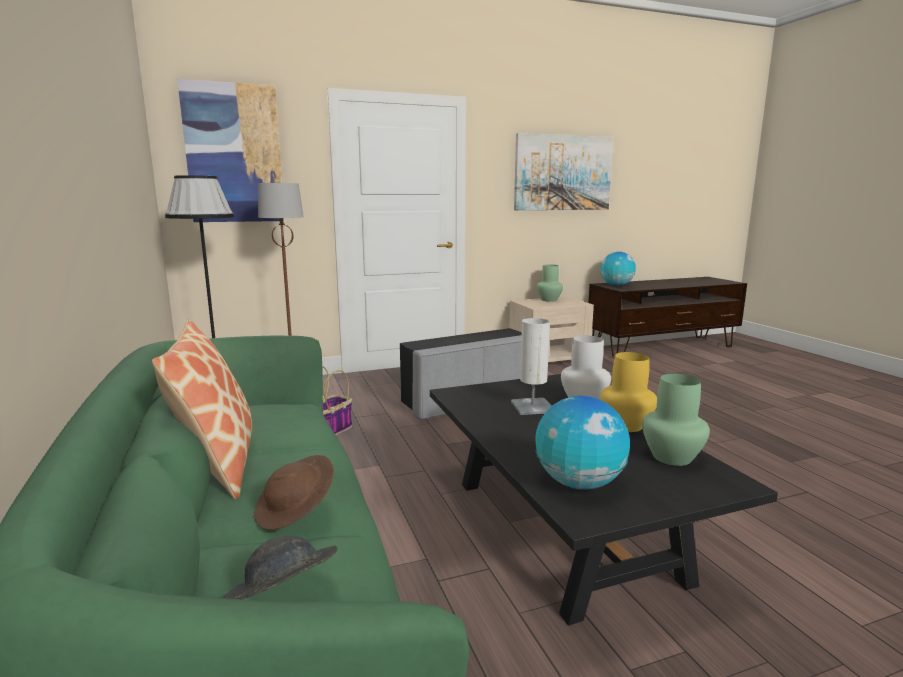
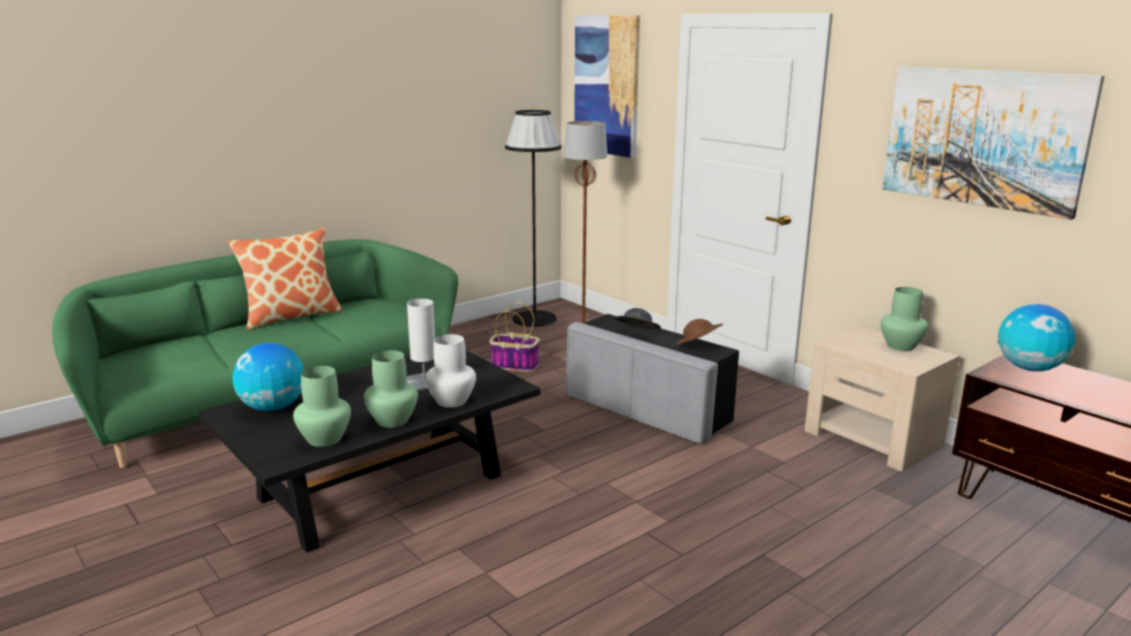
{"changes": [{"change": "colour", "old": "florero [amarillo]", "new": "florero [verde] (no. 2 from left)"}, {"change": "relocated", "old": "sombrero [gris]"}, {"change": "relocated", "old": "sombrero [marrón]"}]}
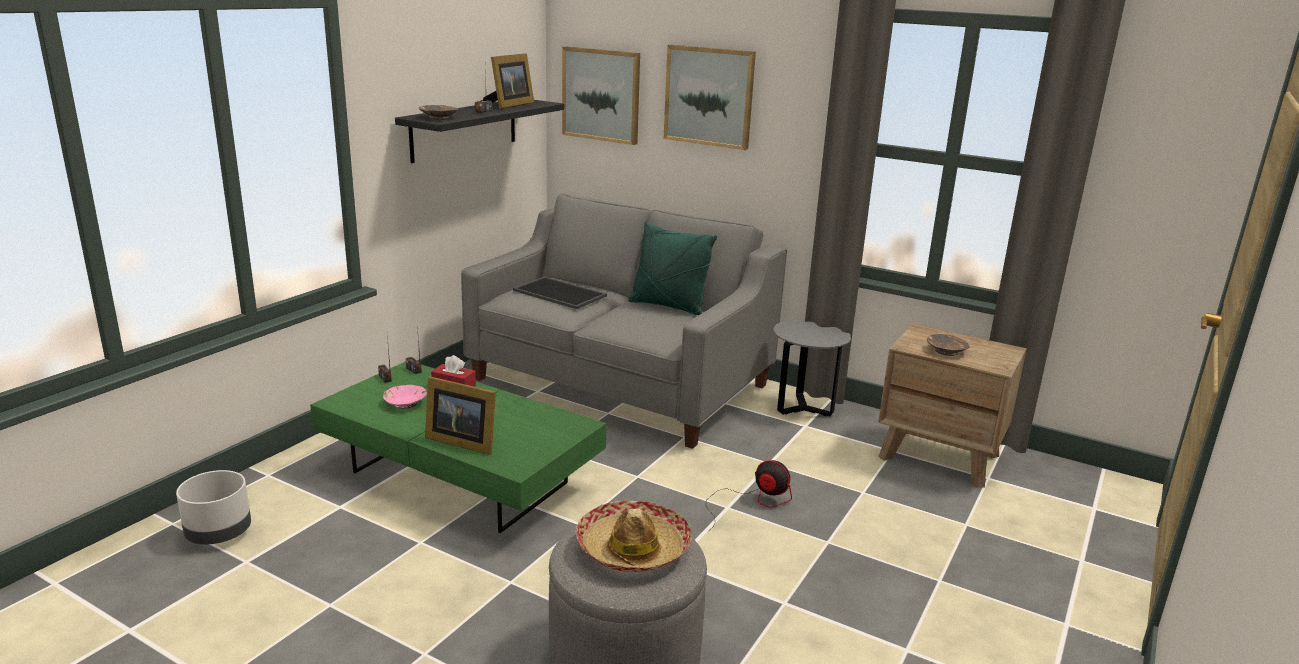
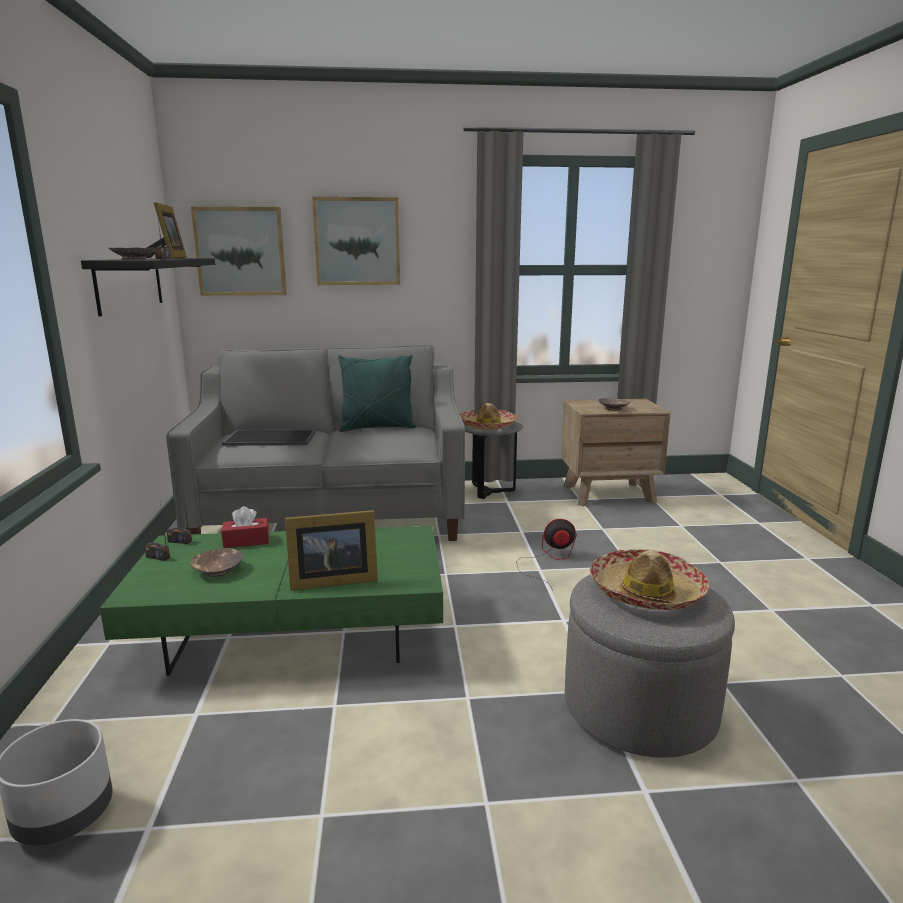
{"changes": [{"change": "colour", "old": "cuenco [rosa]", "new": "cuenco [marrón] (no. 2 from left)"}, {"change": "appeared", "new": "sombrero (no. 1 from left)"}]}
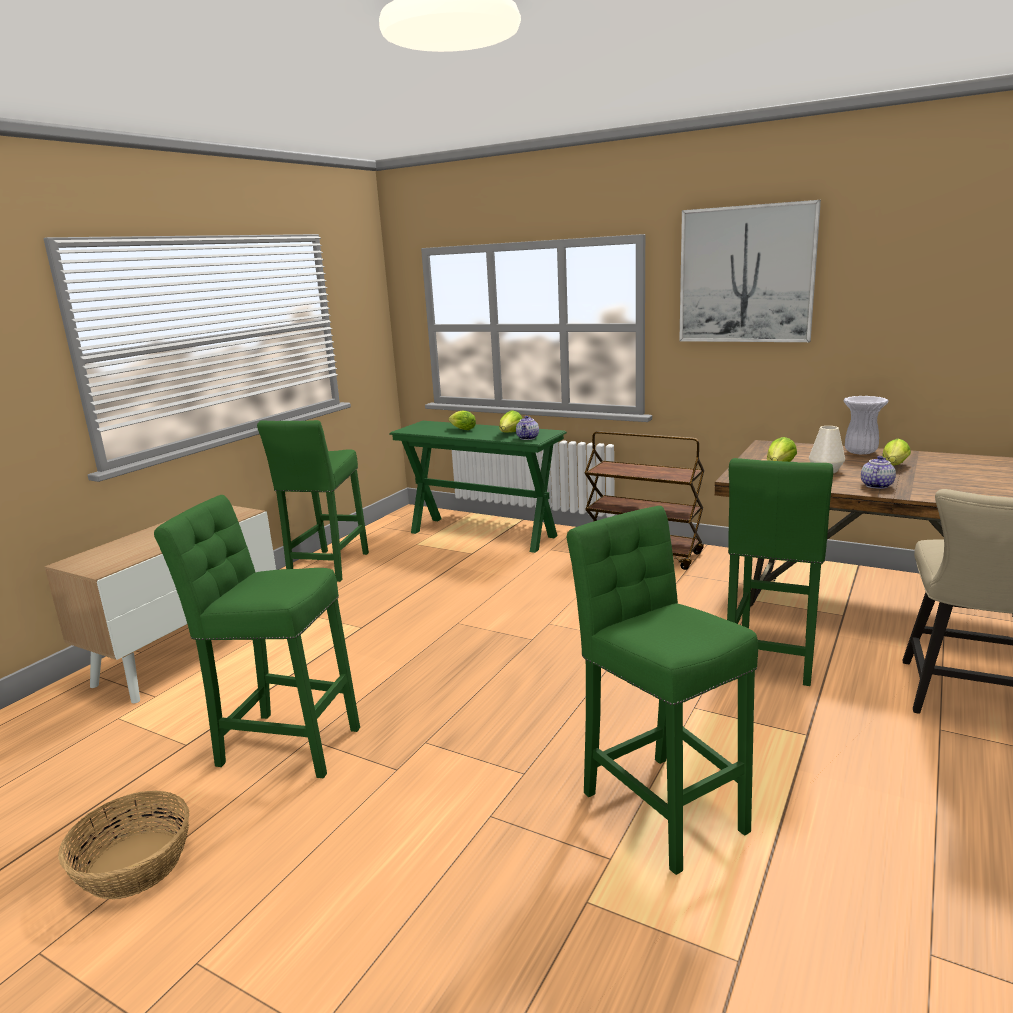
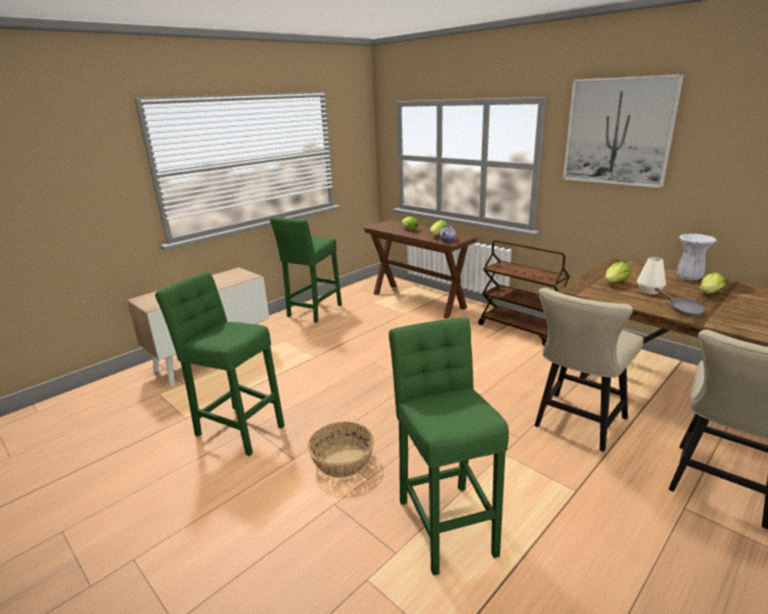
{"changes": [{"change": "relocated", "old": "cesta"}, {"change": "colour", "old": "mesa consola [verde]", "new": "mesa consola [marrón]"}, {"change": "exchanged", "old": "taburete [verde] (no. 4 from left)", "new": "silla [beis] (no. 1 from left)"}, {"change": "exchanged", "old": "tetera (no. 2 from left)", "new": "sartén [gris]"}]}
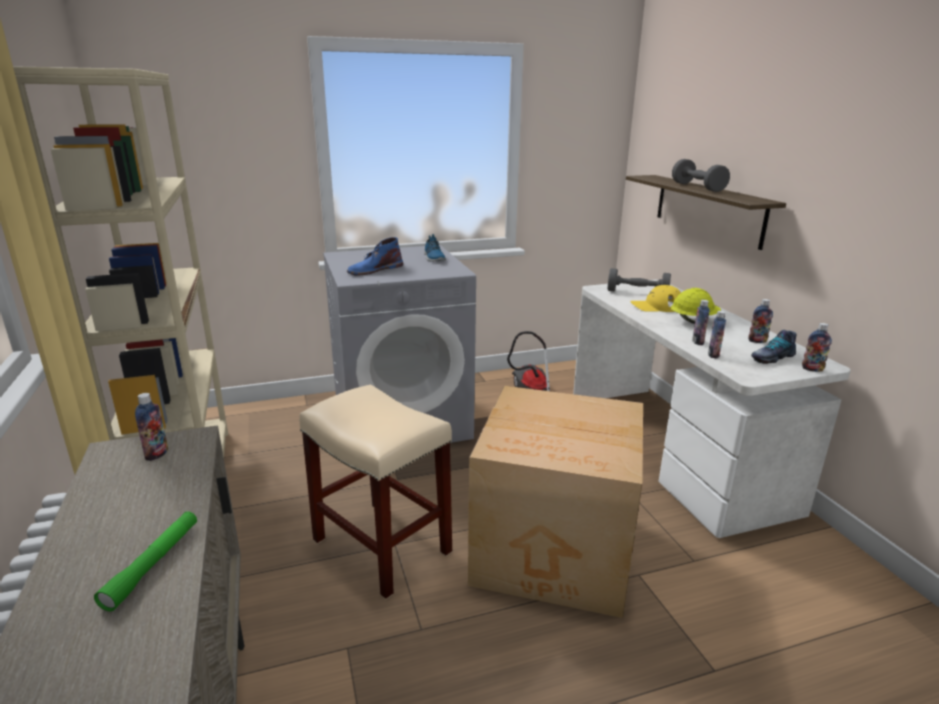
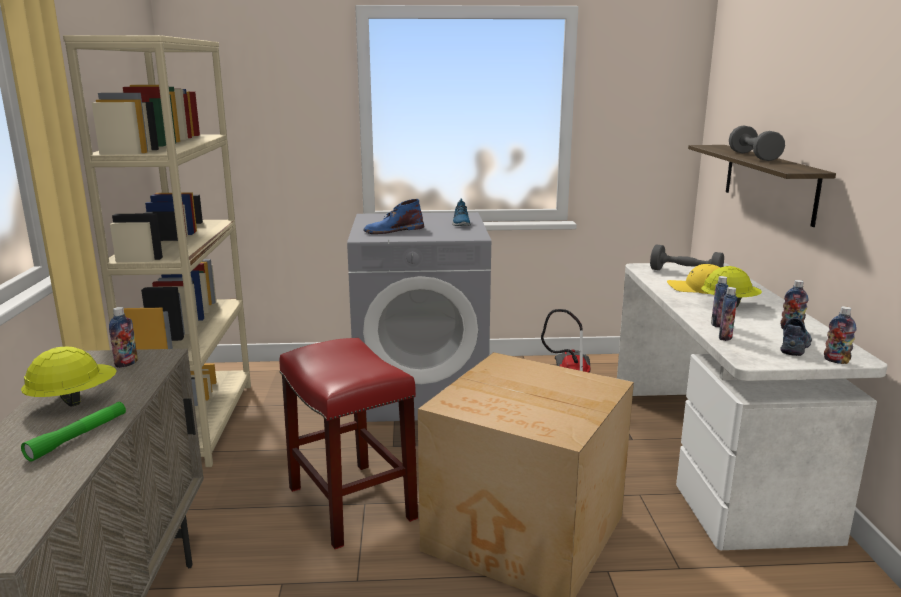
{"changes": [{"change": "appeared", "new": "casco [amarillo] (no. 1 from left)"}, {"change": "colour", "old": "taburete [beis]", "new": "taburete [rojo]"}, {"change": "spun", "old": "zapato (no. 2 from left)", "degrees": 135}]}
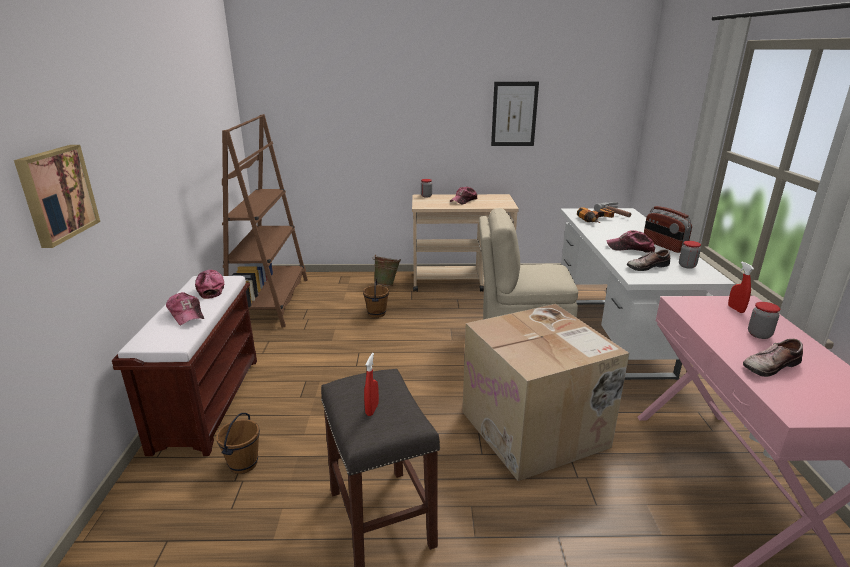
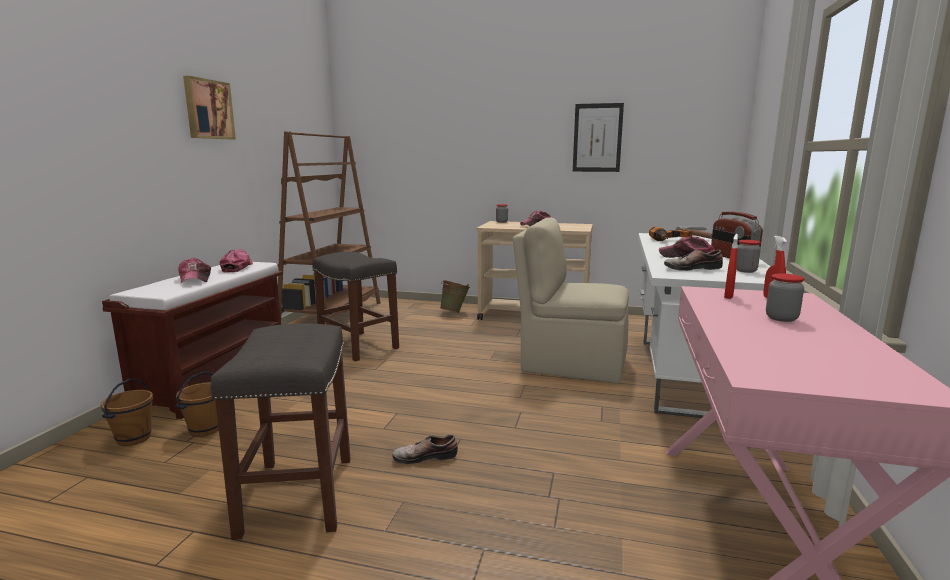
{"changes": [{"change": "relocated", "old": "cubo [marrón] (no. 2 from left in the first image)", "new": "cubo [marrón] (no. 1 from left)"}, {"change": "relocated", "old": "cuadro (no. 1 from left)"}, {"change": "appeared", "new": "taburete [gris] (no. 2 from left)"}, {"change": "relocated", "old": "zapato (no. 2 from left in the first image)", "new": "zapato (no. 1 from left)"}, {"change": "relocated", "old": "pulverizador [rojo] (no. 1 from left)"}, {"change": "missing", "old": "caja de cartón"}]}
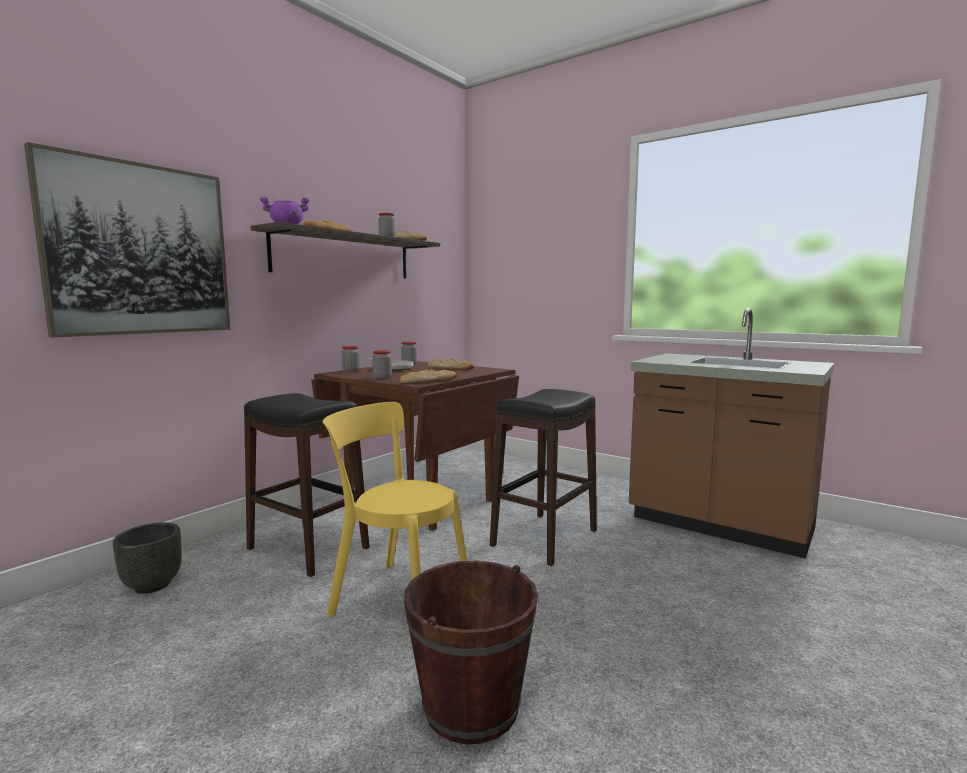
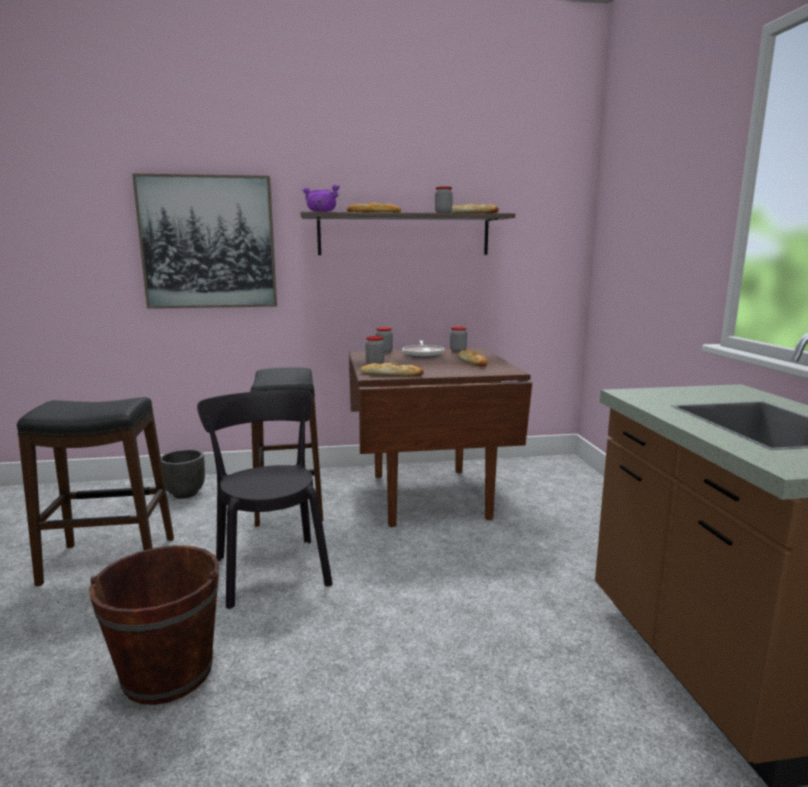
{"changes": [{"change": "relocated", "old": "taburete [negro] (no. 2 from left in the first image)", "new": "taburete [negro] (no. 1 from left)"}, {"change": "colour", "old": "silla [amarillo]", "new": "silla [negro]"}]}
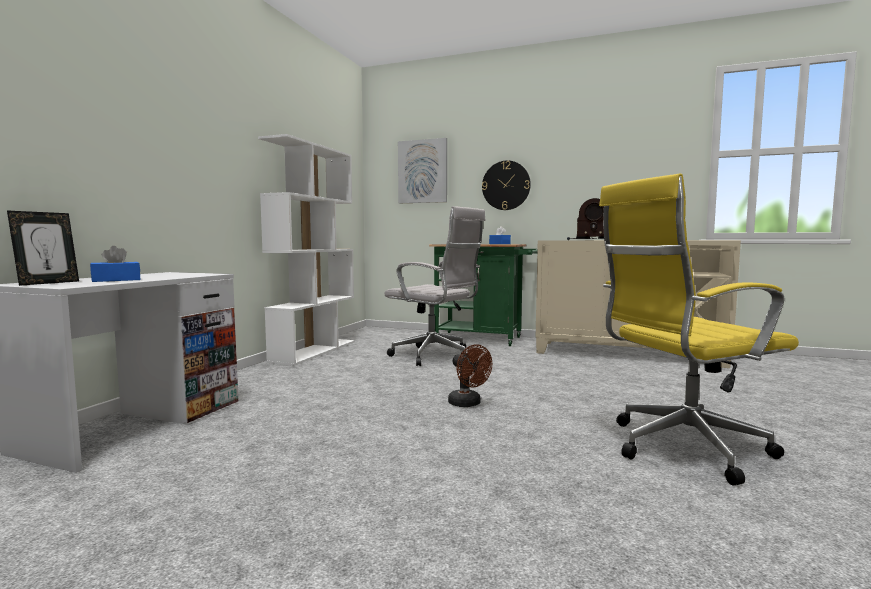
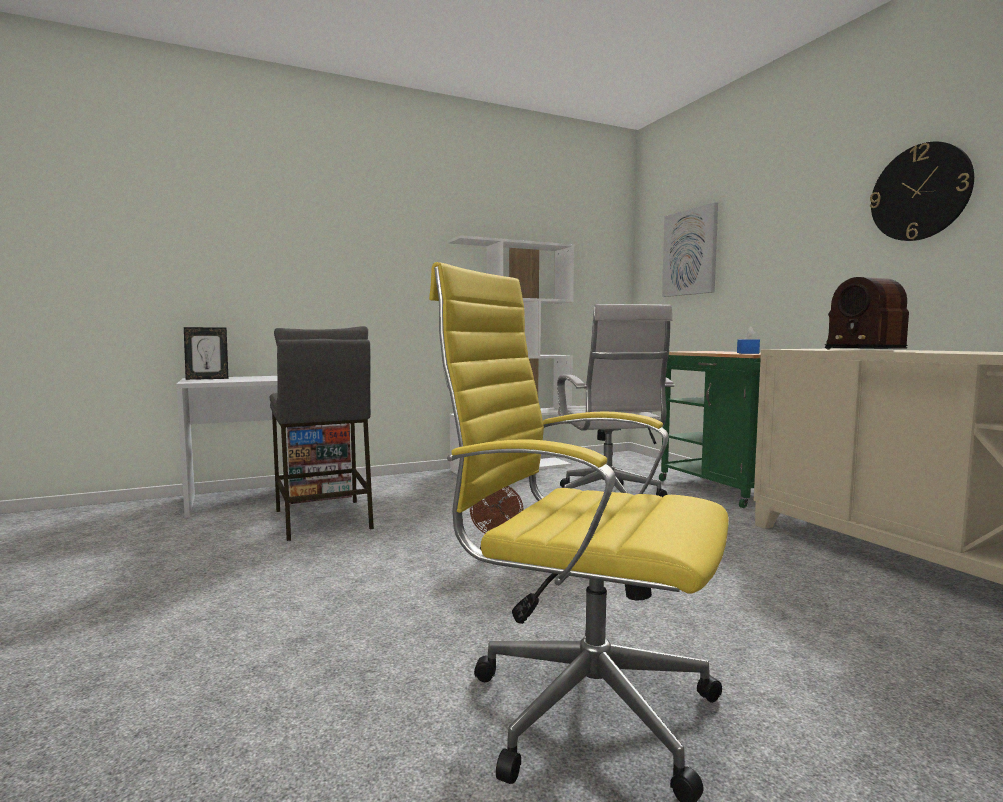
{"changes": [{"change": "appeared", "new": "taburete [gris]"}, {"change": "relocated", "old": "reloj de pared"}, {"change": "missing", "old": "caja de pañuelos [azul] (no. 1 from left)"}]}
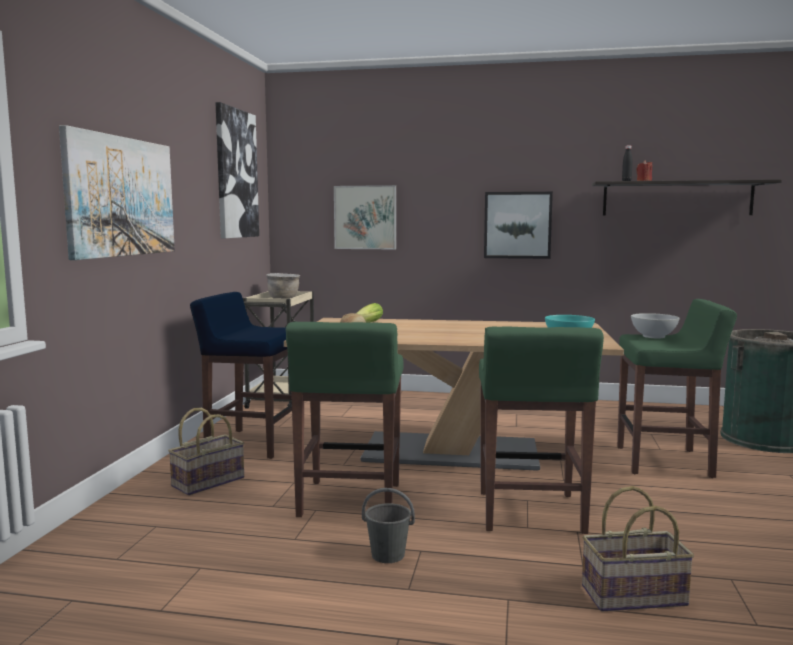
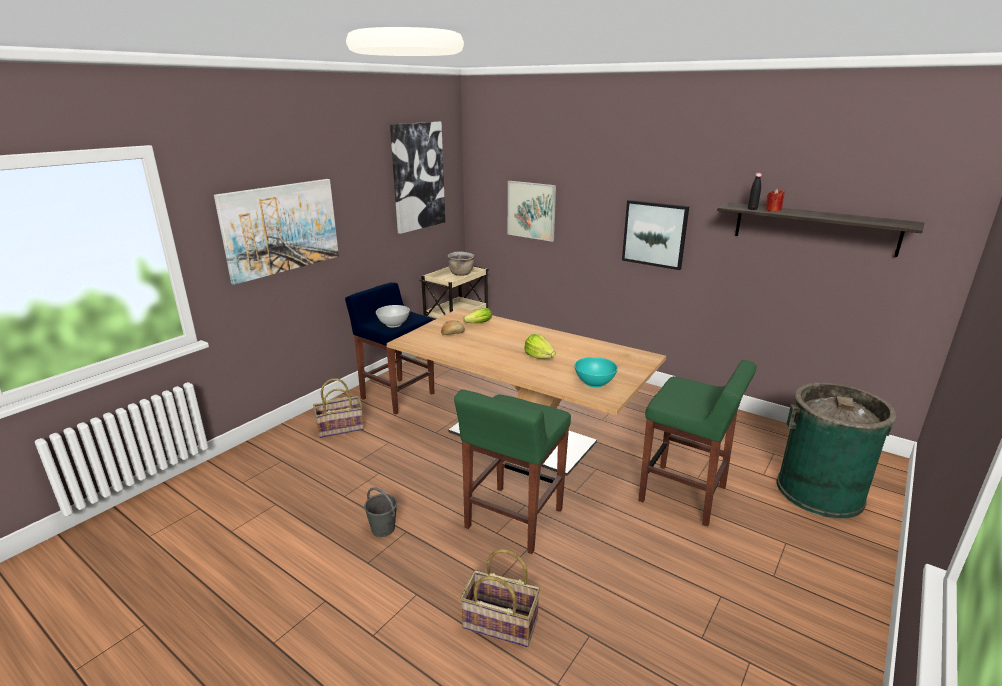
{"changes": [{"change": "relocated", "old": "cuenco [blanco]"}, {"change": "appeared", "new": "lechuga (no. 2 from left)"}, {"change": "missing", "old": "taburete [verde] (no. 1 from left)"}]}
